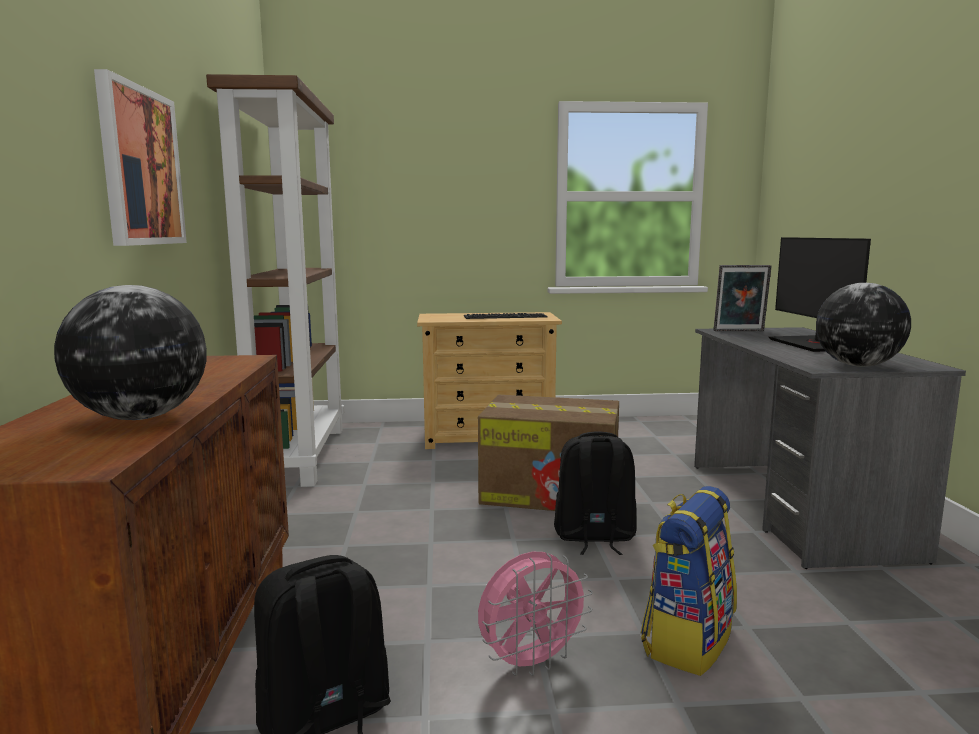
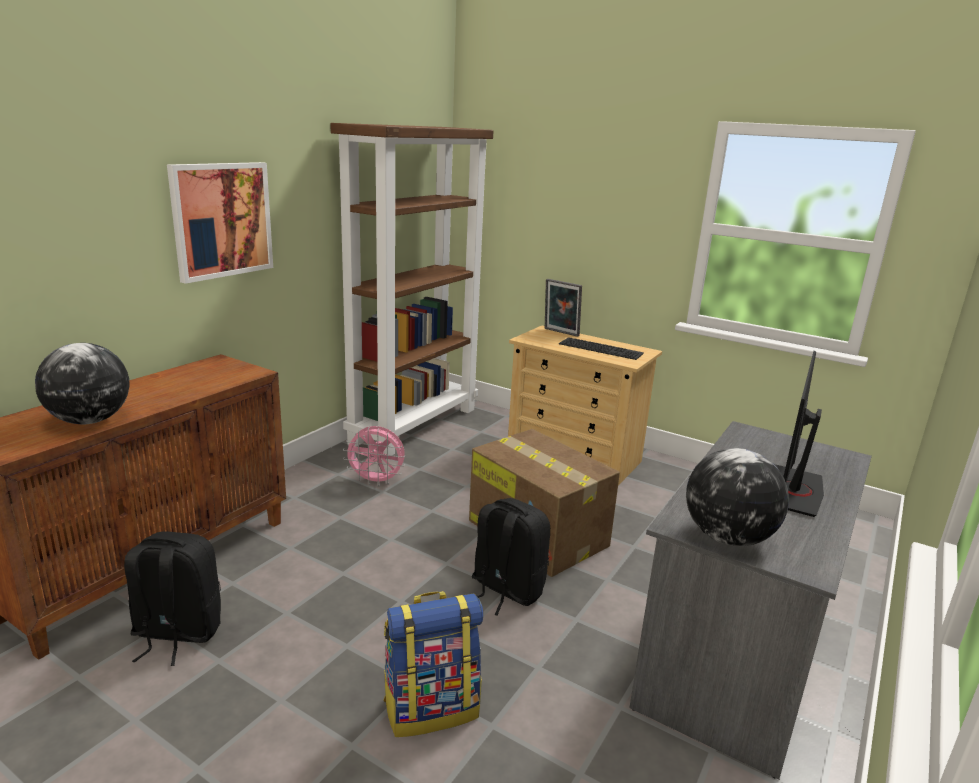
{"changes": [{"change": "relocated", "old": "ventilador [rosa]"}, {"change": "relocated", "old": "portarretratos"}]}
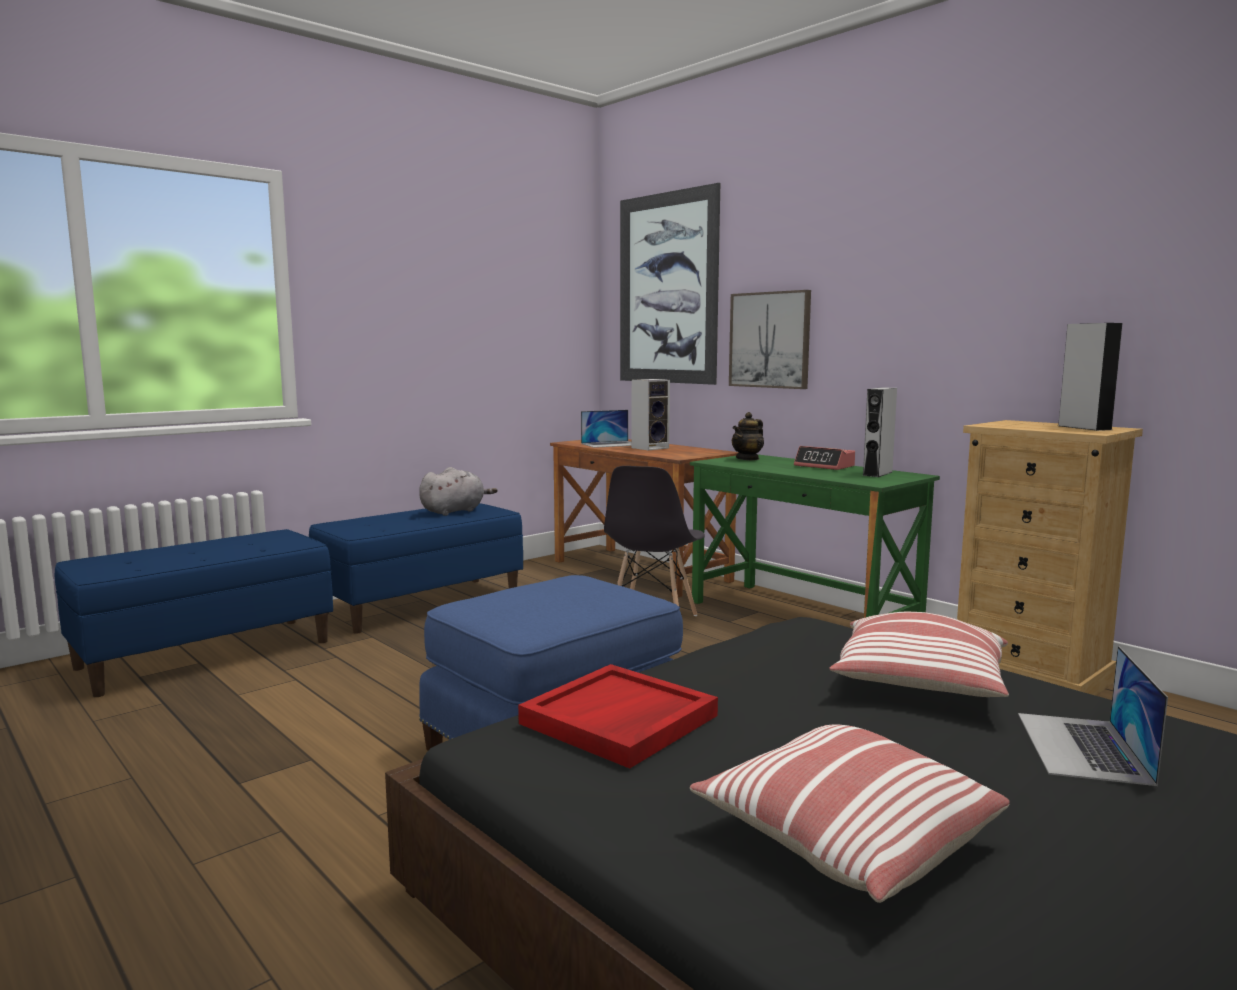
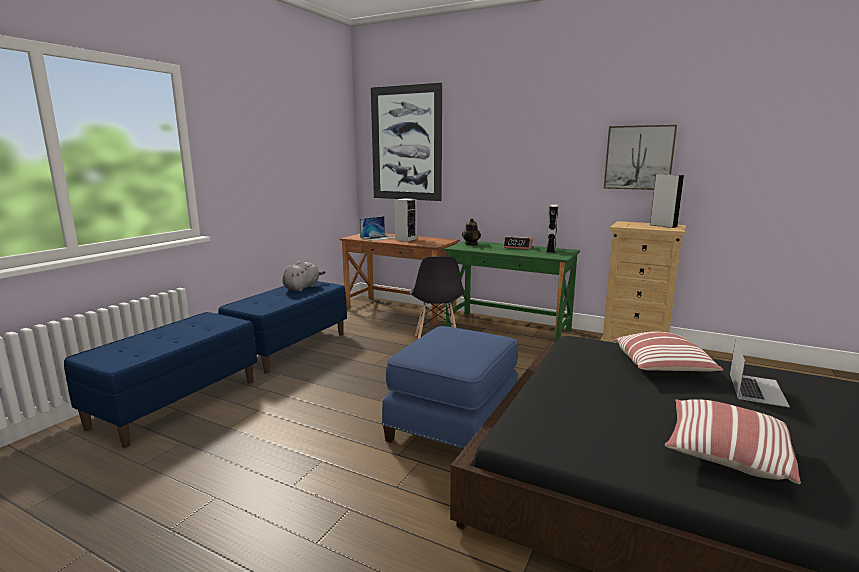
{"changes": [{"change": "relocated", "old": "cuadro (no. 2 from left)"}, {"change": "spun", "old": "portátil (no. 2 from left)", "degrees": -150}, {"change": "missing", "old": "bandeja [rojo]"}]}
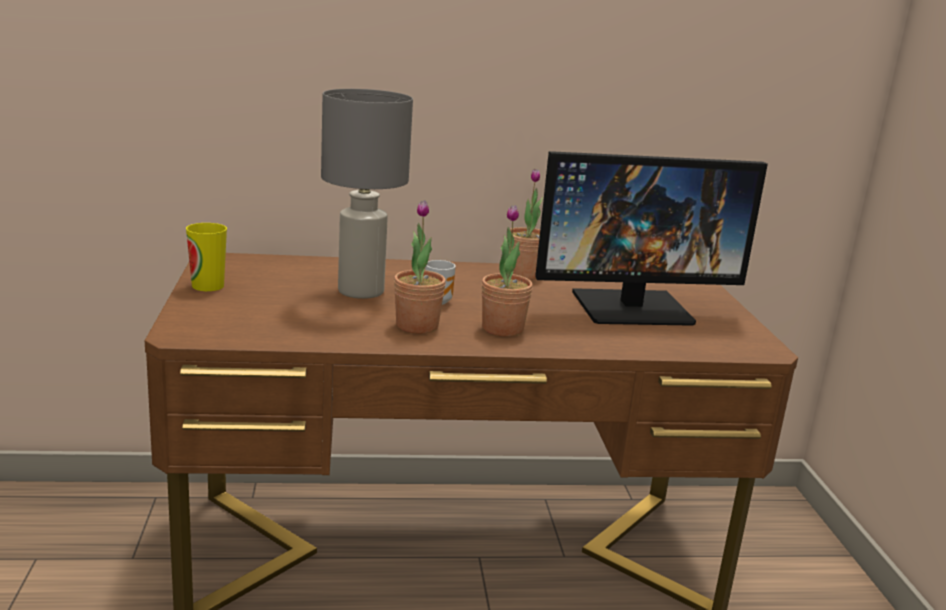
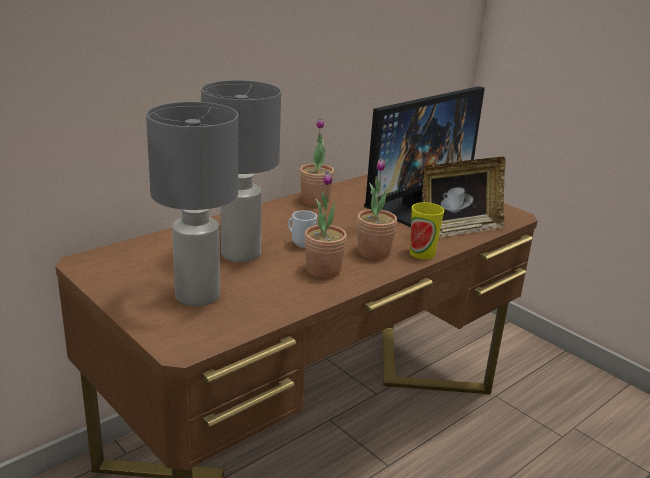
{"changes": [{"change": "appeared", "new": "lámpara de mesa [gris] (no. 1 from left)"}, {"change": "relocated", "old": "taza"}, {"change": "appeared", "new": "portarretratos"}]}
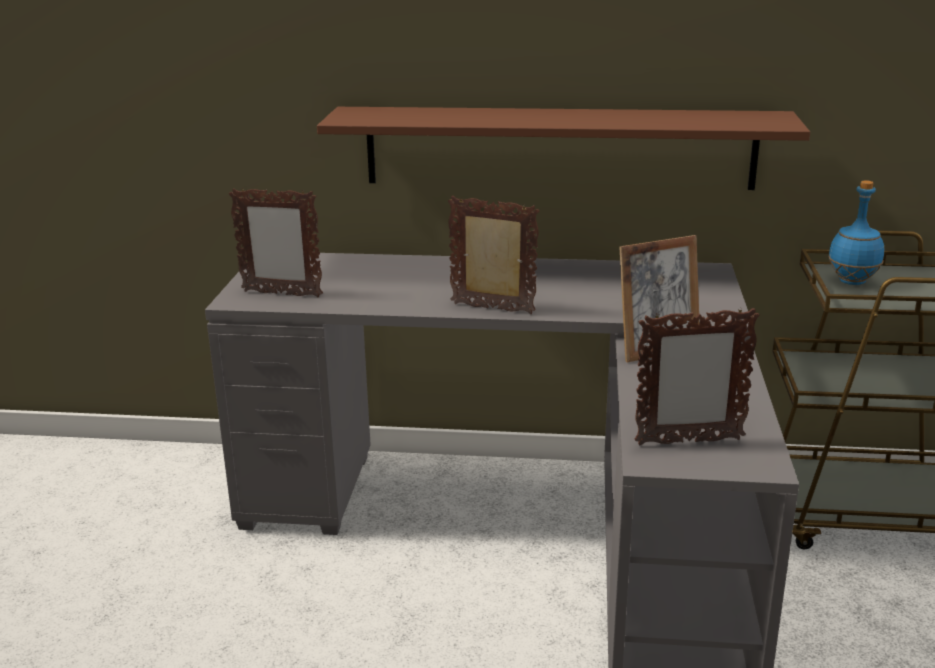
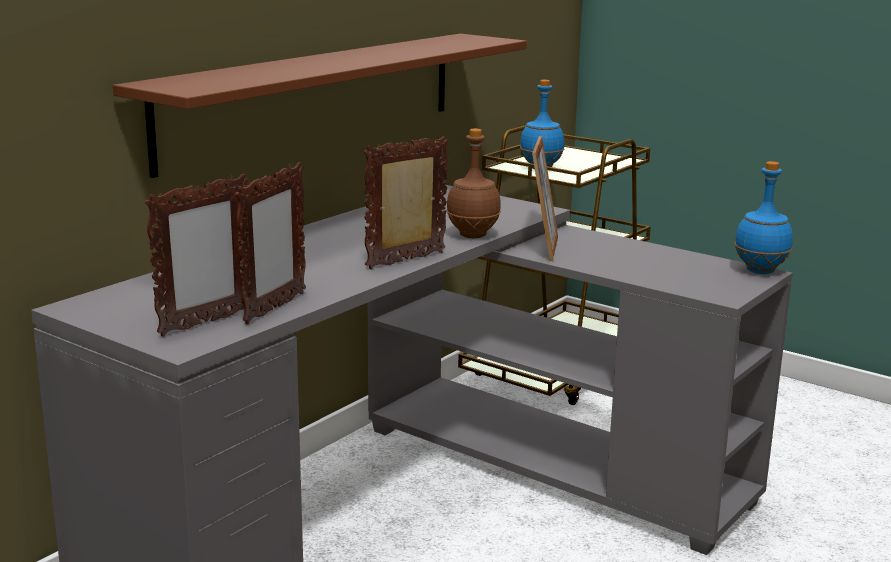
{"changes": [{"change": "relocated", "old": "portarretratos (no. 4 from left in the first image)", "new": "portarretratos (no. 2 from left)"}, {"change": "appeared", "new": "botella [marrón]"}, {"change": "appeared", "new": "botella [azul] (no. 2 from left)"}]}
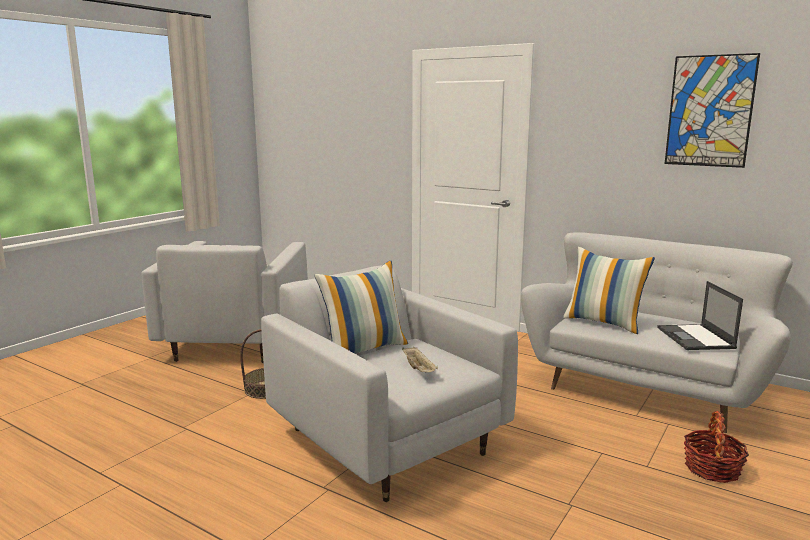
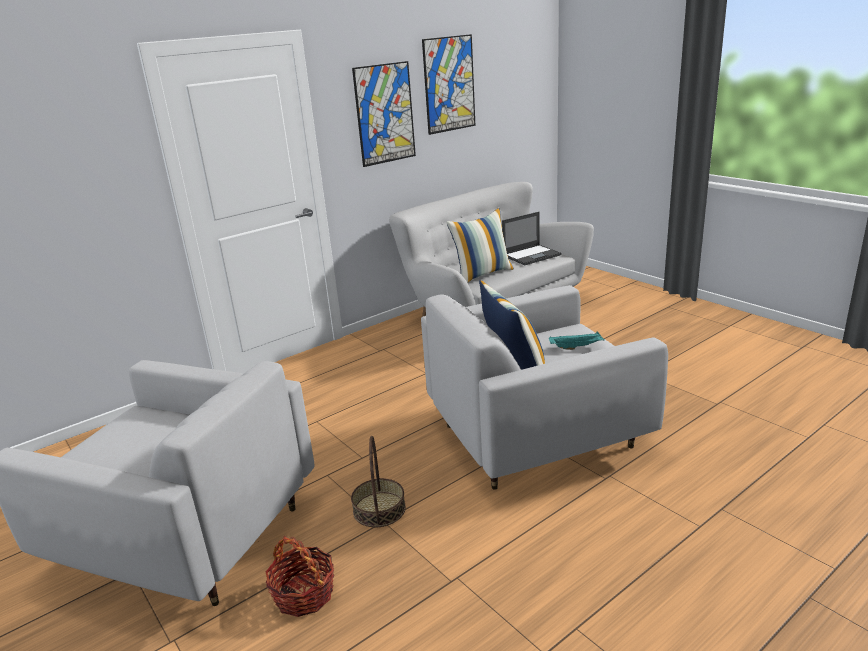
{"changes": [{"change": "relocated", "old": "cesta (no. 2 from left in the first image)", "new": "cesta (no. 1 from left)"}, {"change": "appeared", "new": "cuadro (no. 1 from left)"}, {"change": "spun", "old": "portátil", "degrees": -45}, {"change": "colour", "old": "bandeja [beis]", "new": "bandeja [turquesa]"}]}
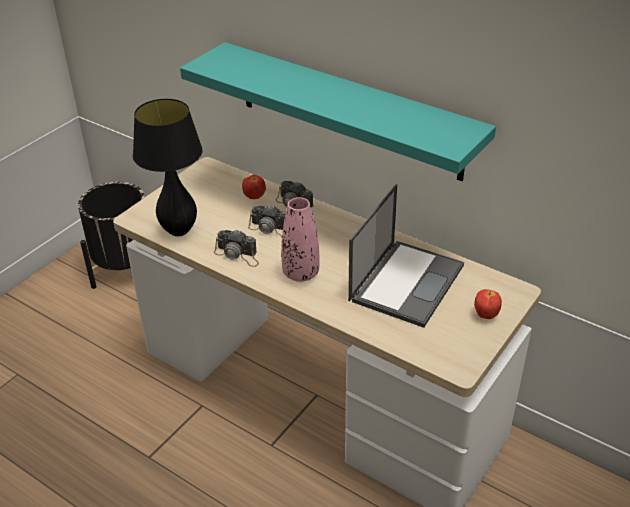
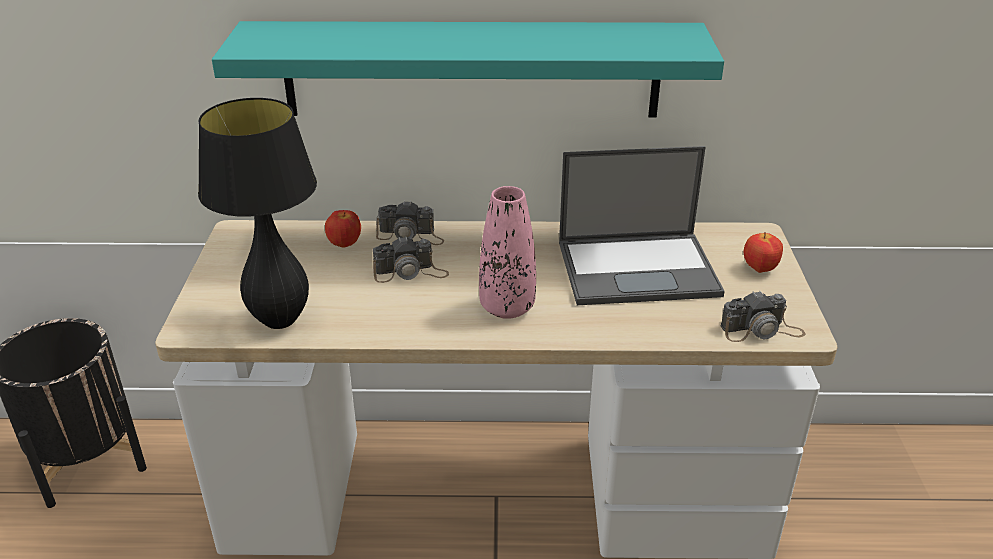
{"changes": [{"change": "spun", "old": "portátil", "degrees": 90}, {"change": "relocated", "old": "cámara (no. 1 from left in the first image)", "new": "cámara (no. 3 from left)"}]}
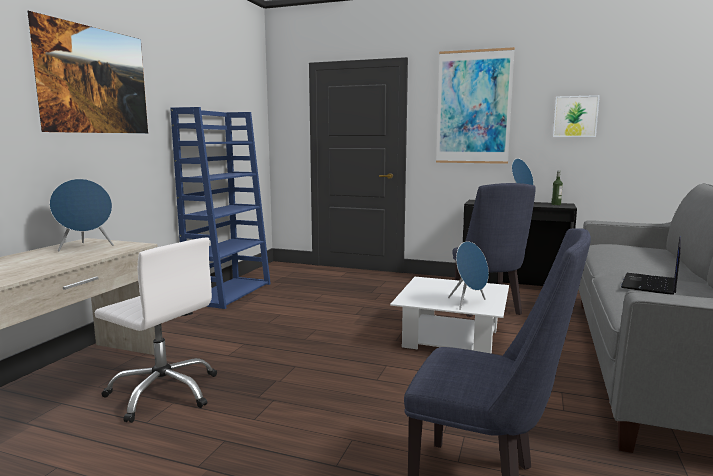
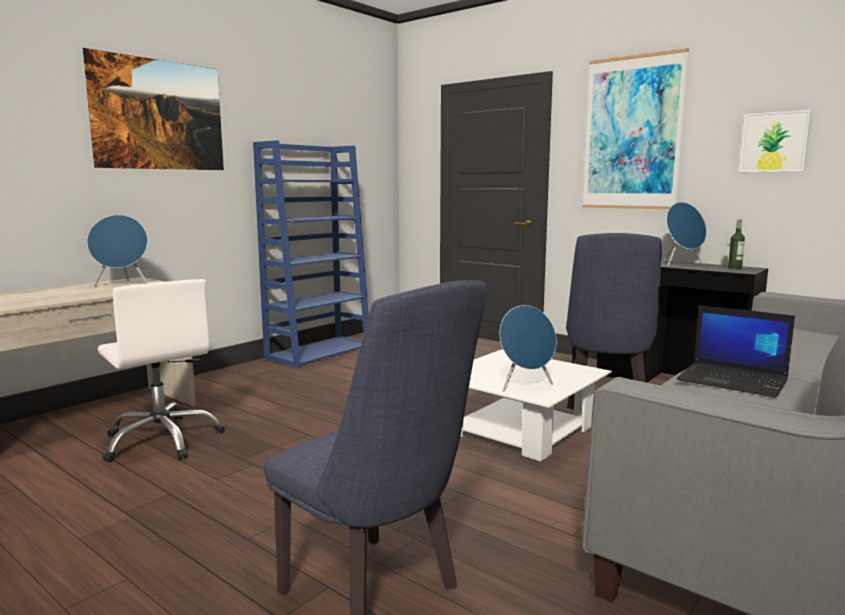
{"changes": [{"change": "spun", "old": "portátil", "degrees": -105}]}
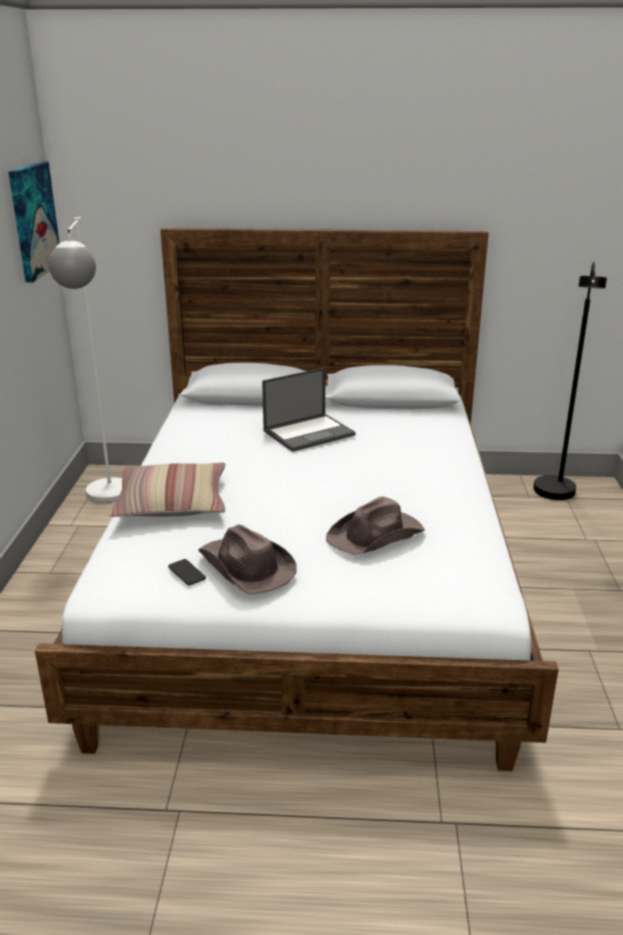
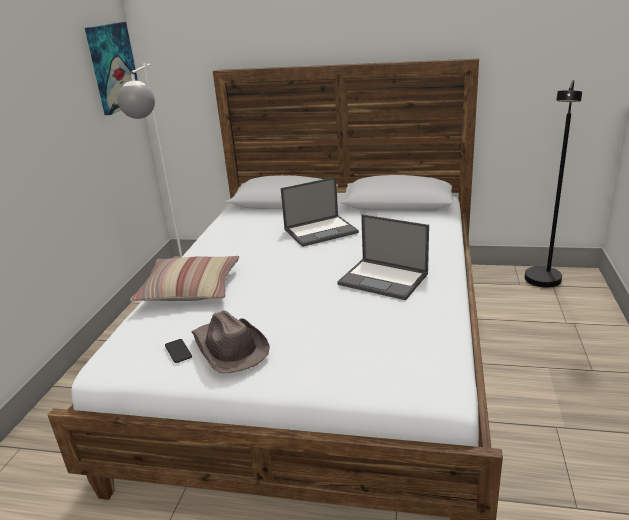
{"changes": [{"change": "appeared", "new": "portátil (no. 2 from left)"}, {"change": "missing", "old": "sombrero [marrón] (no. 2 from left)"}]}
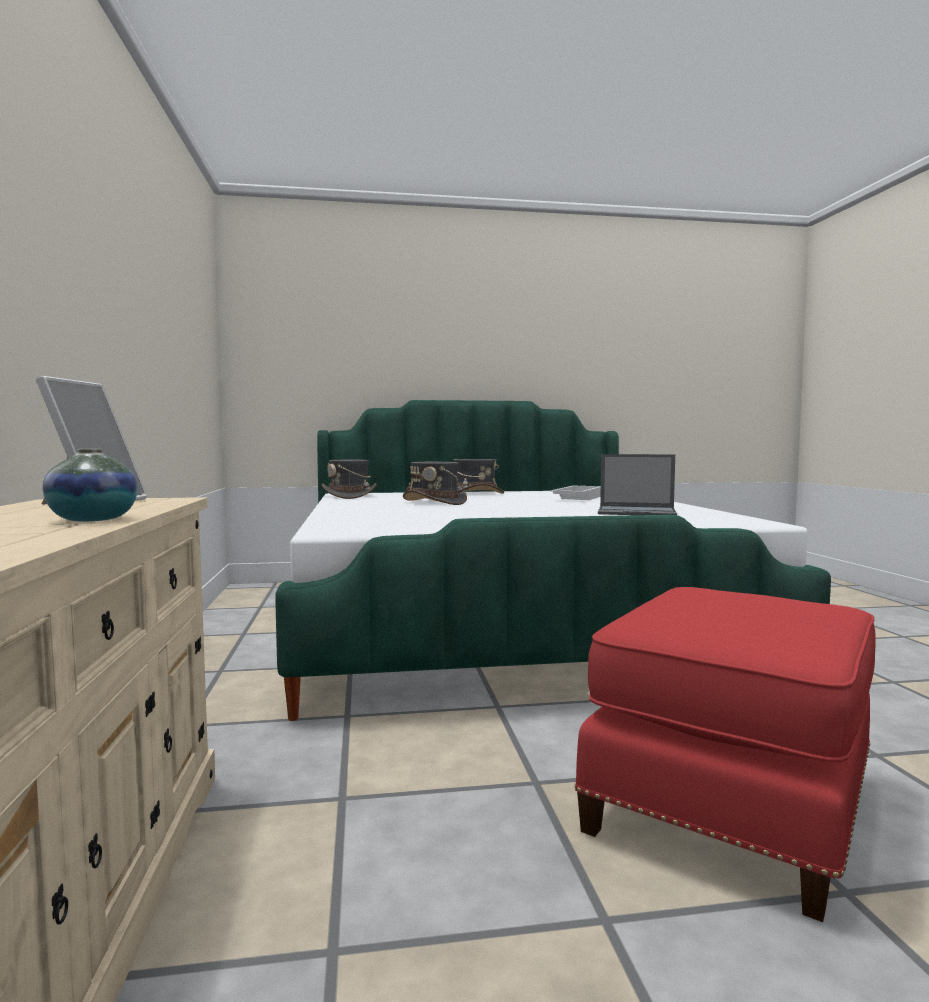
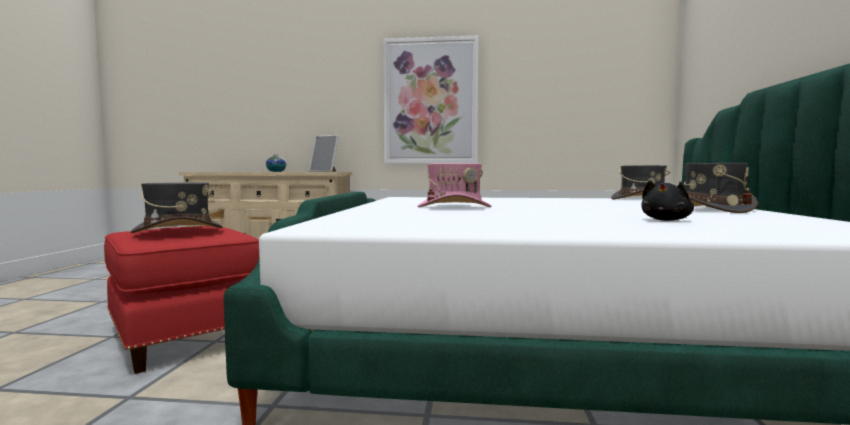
{"changes": [{"change": "relocated", "old": "sombrero [gris] (no. 2 from left in the first image)", "new": "sombrero [gris] (no. 1 from left)"}, {"change": "appeared", "new": "cuadro"}, {"change": "appeared", "new": "sombrero [rosa]"}, {"change": "exchanged", "old": "bandeja [blanco]", "new": "peluche [negro]"}, {"change": "missing", "old": "portátil"}]}
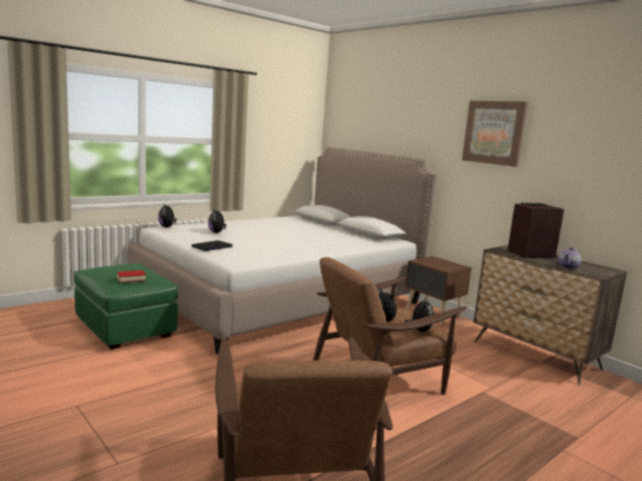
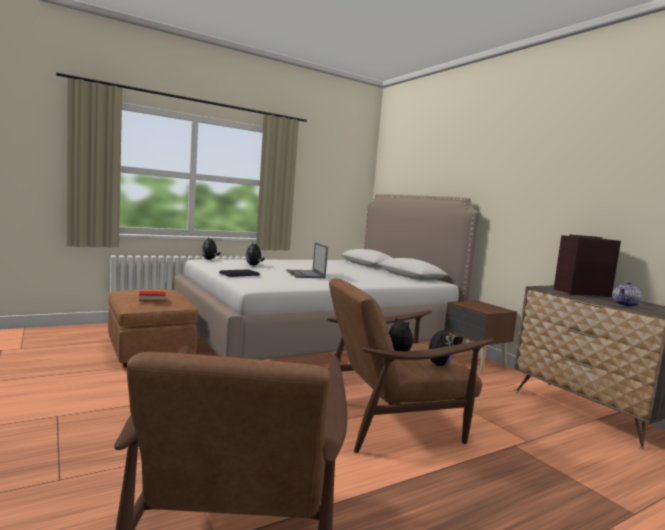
{"changes": [{"change": "colour", "old": "puf [verde]", "new": "puf [marrón]"}, {"change": "appeared", "new": "portátil (no. 2 from left)"}, {"change": "missing", "old": "cuadro"}]}
